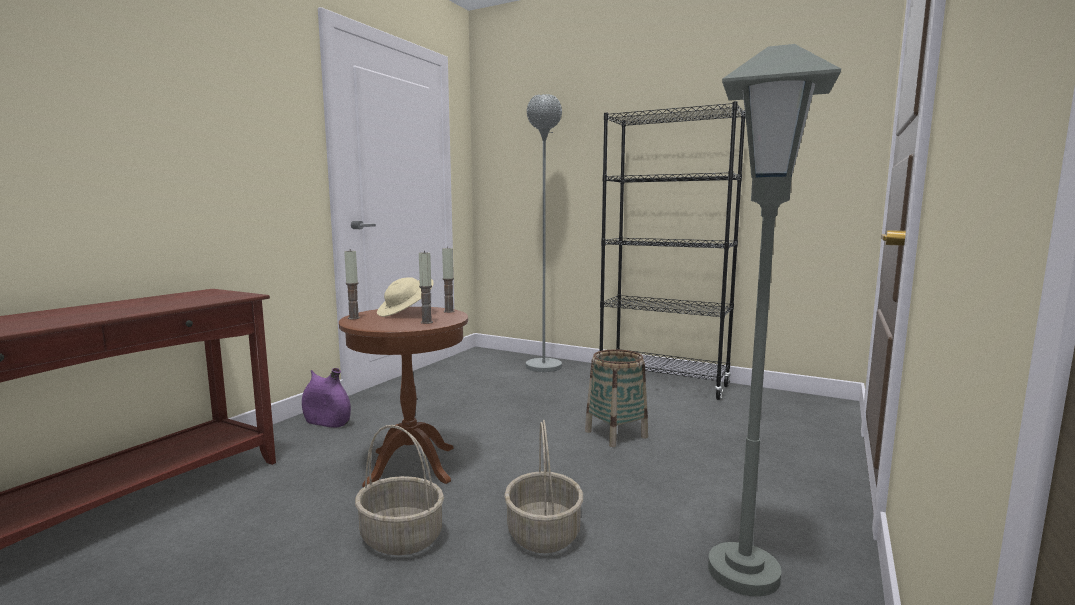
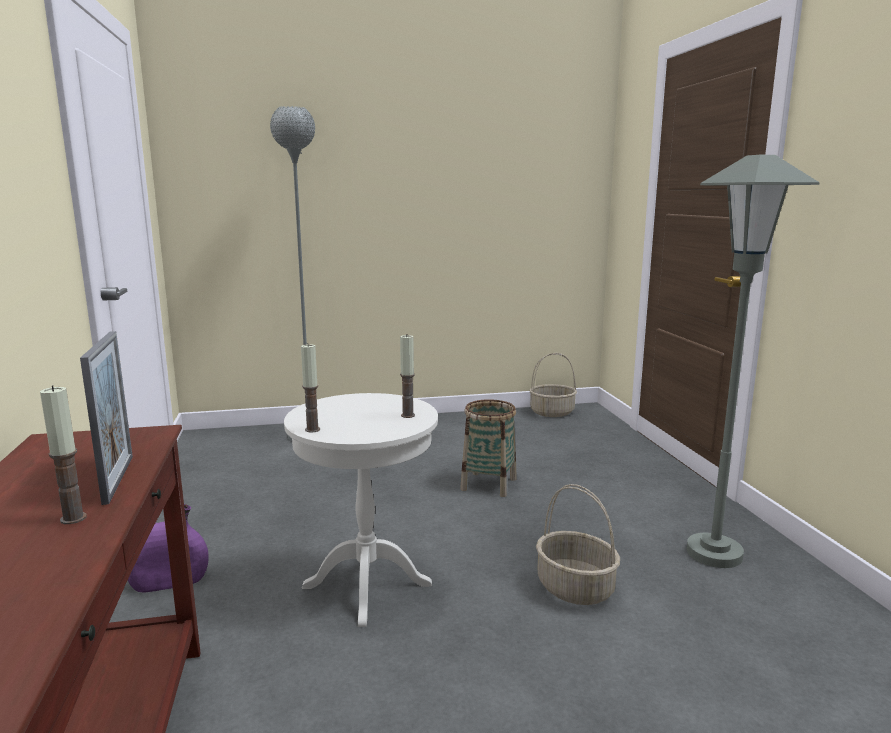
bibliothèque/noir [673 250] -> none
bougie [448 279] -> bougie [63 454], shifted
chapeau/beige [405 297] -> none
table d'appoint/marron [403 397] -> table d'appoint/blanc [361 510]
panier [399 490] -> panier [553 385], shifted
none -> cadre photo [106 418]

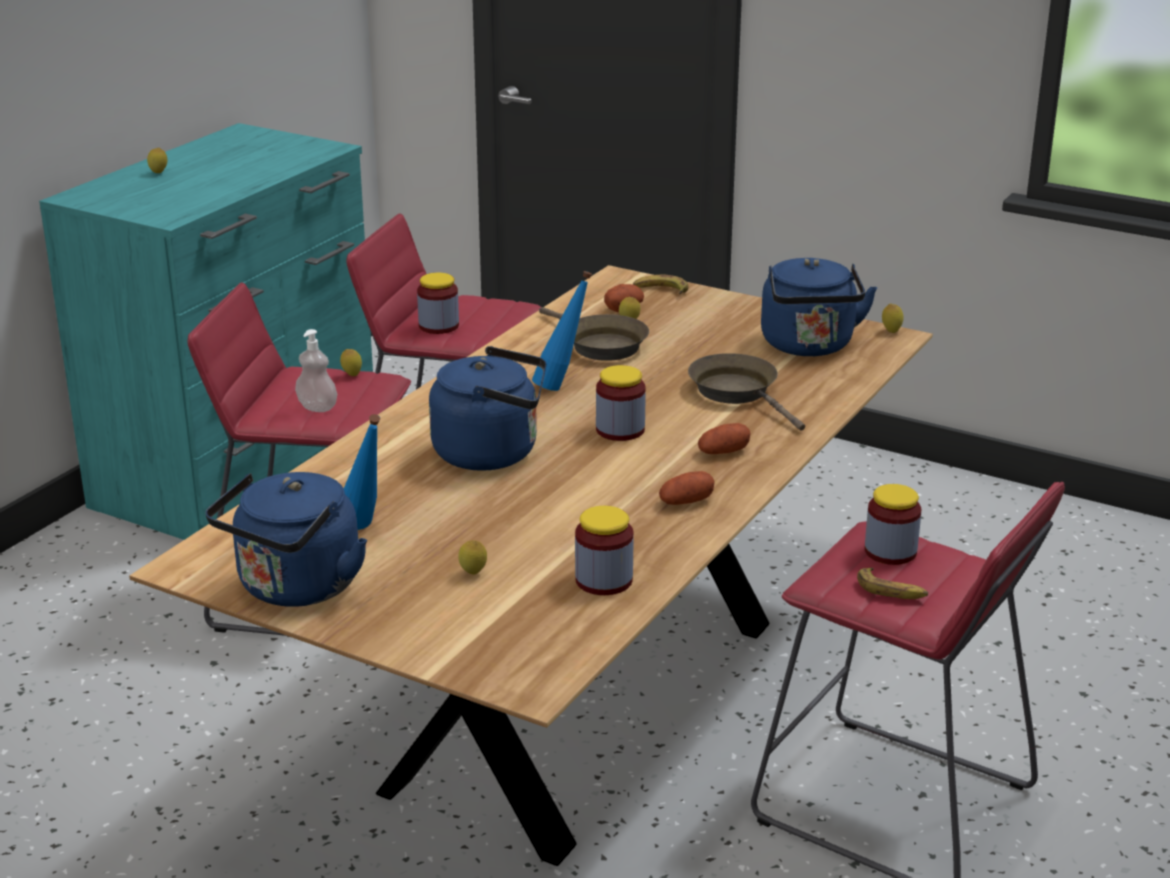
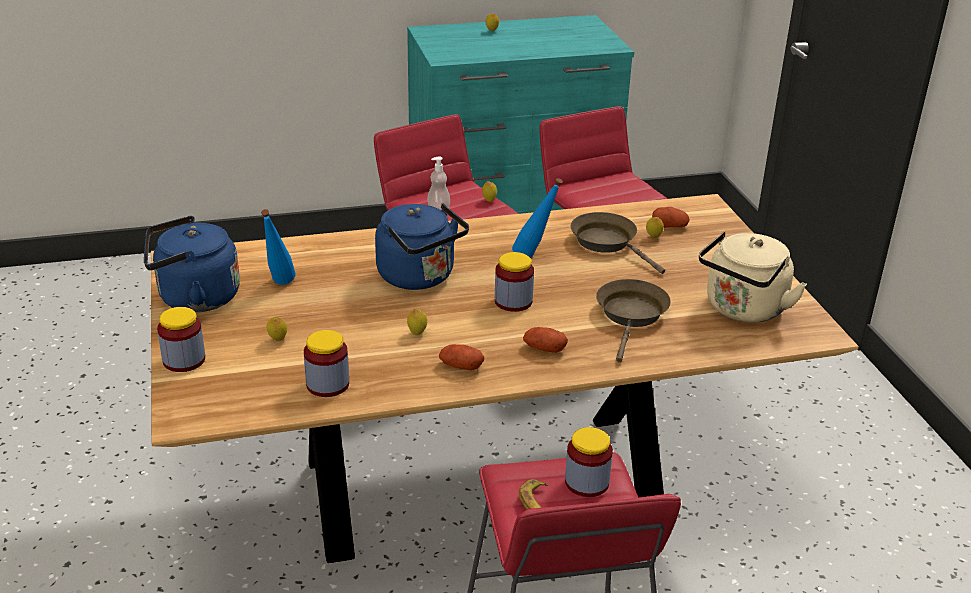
bouilloire/bleu [819 307] -> bouilloire/beige [753 277]
bocal [438 303] -> bocal [181 339], shifted
banane [661 284] -> none
citron [892 318] -> citron [417 321], shifted
poêle/marron [594 334] -> poêle/marron [618 243], 135 degrees clockwise

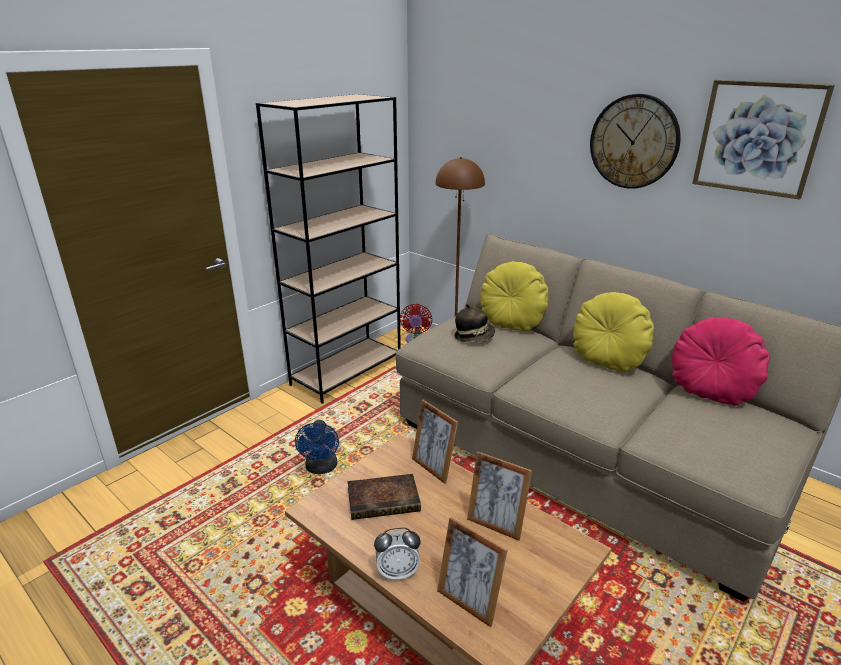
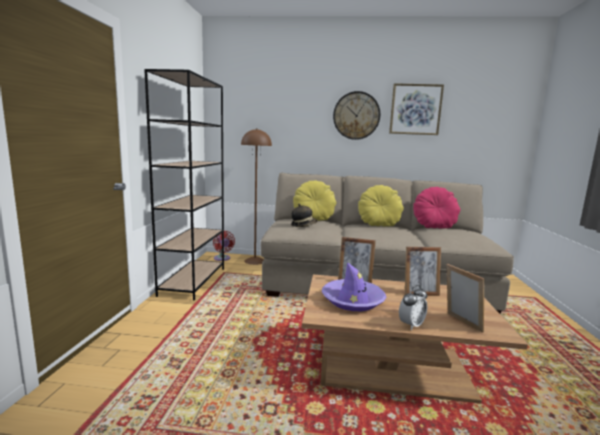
ventilateur/bleu [317 447] -> none
livre [384 497] -> chapeau/violet [354 286]
cadre photo [472 572] -> cadre photo [465 298], 120 degrees counterclockwise

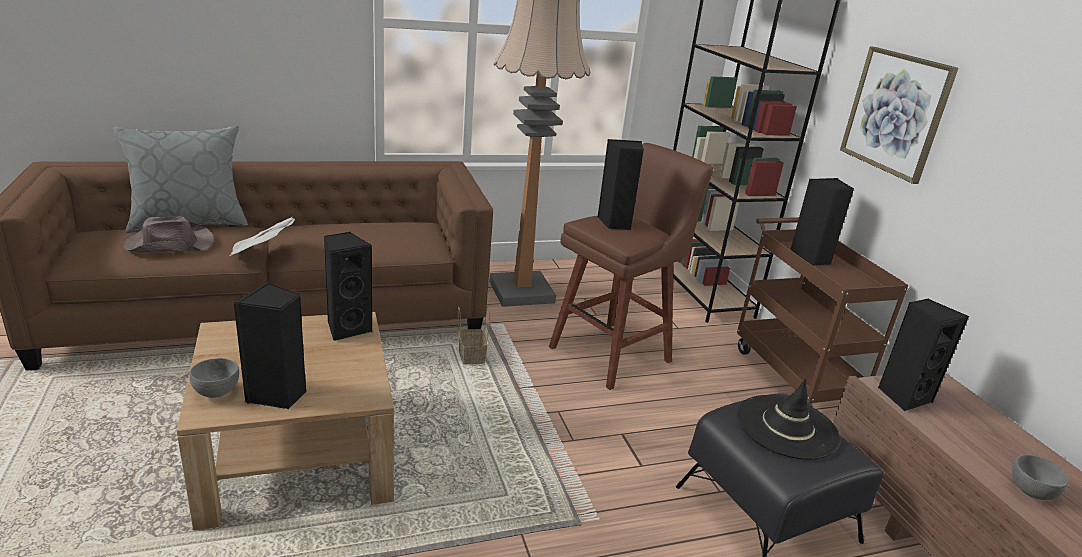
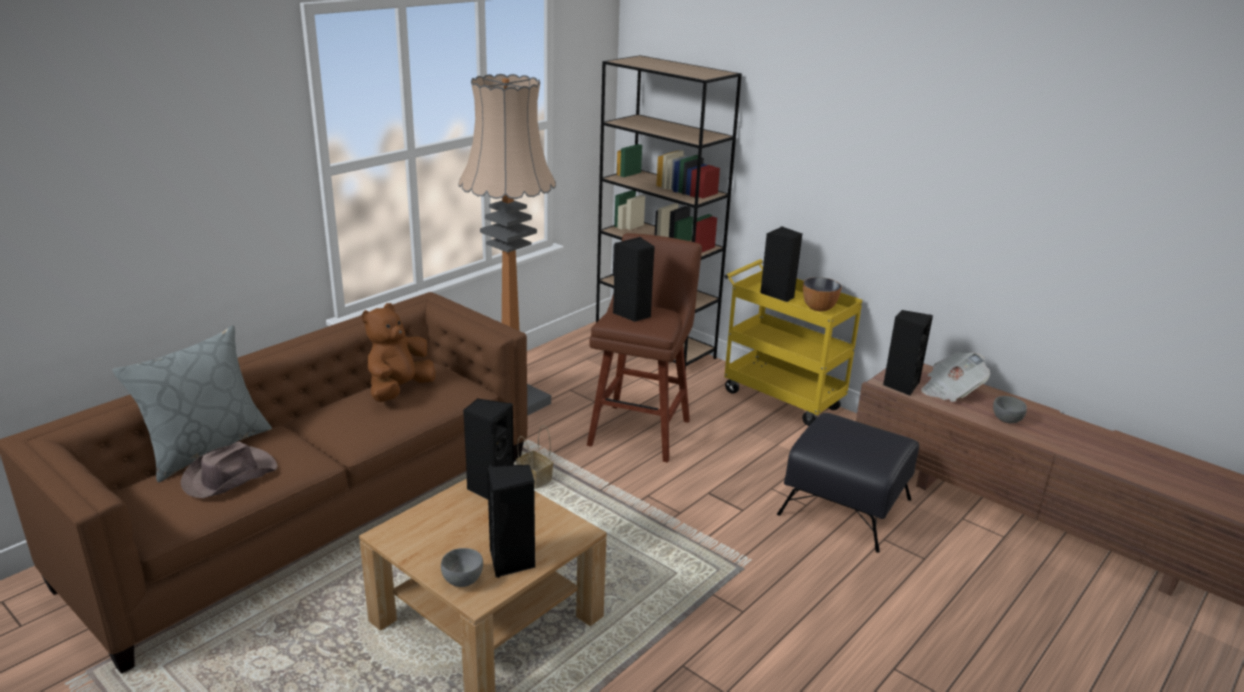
tableau [899 115] -> none
journal [262 236] -> journal [955 377], shifted
chariot/marron [822 312] -> chariot/jaune [793 342]
chapeau/noir [788 419] -> none
none -> bol [822 294]
none -> peluche/marron [399 352]

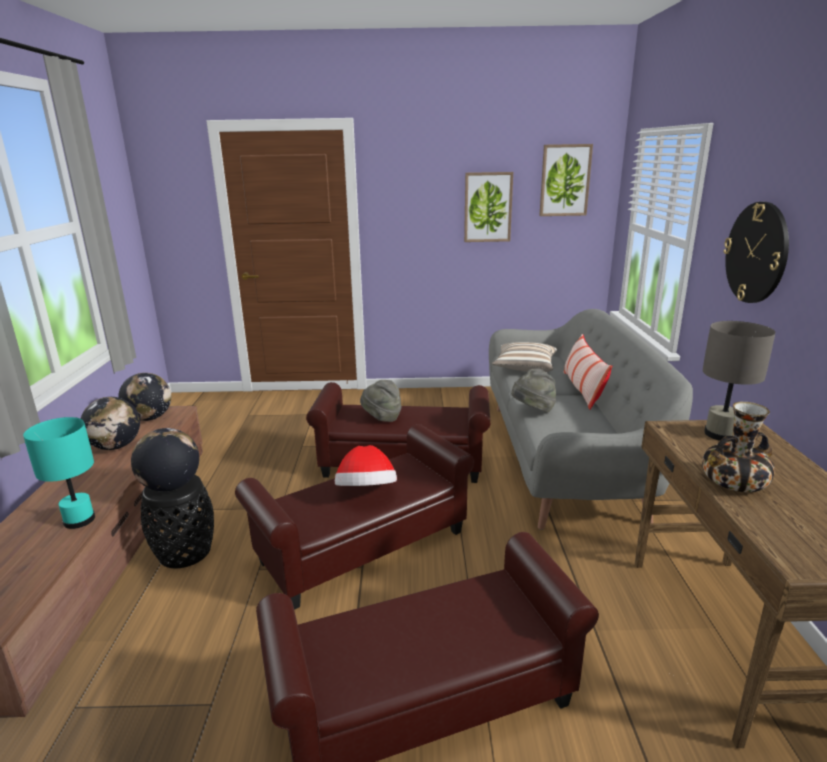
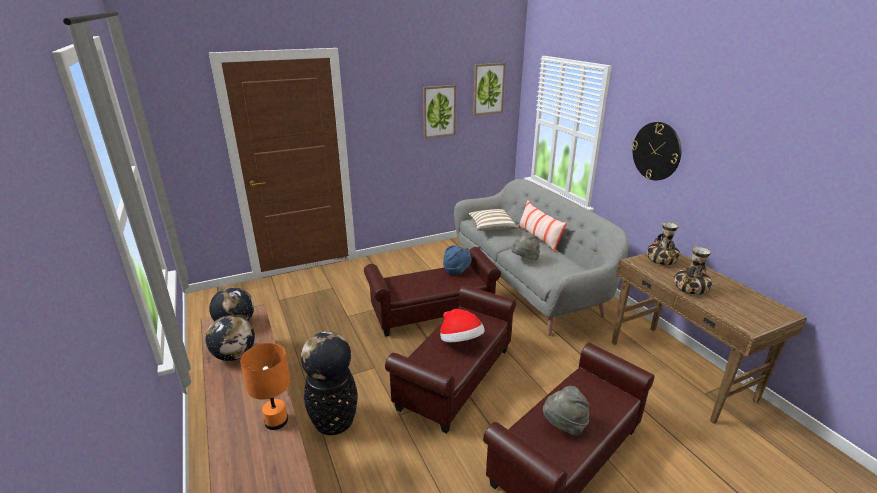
lampe de table/gris [739 381] -> vase [663 243]
chapeau/gris [381 401] -> chapeau/gris [566 411], shifted
lampe de table/turquoise [59 473] -> lampe de table/orange [265 386]
none -> chapeau/bleu [457 260]

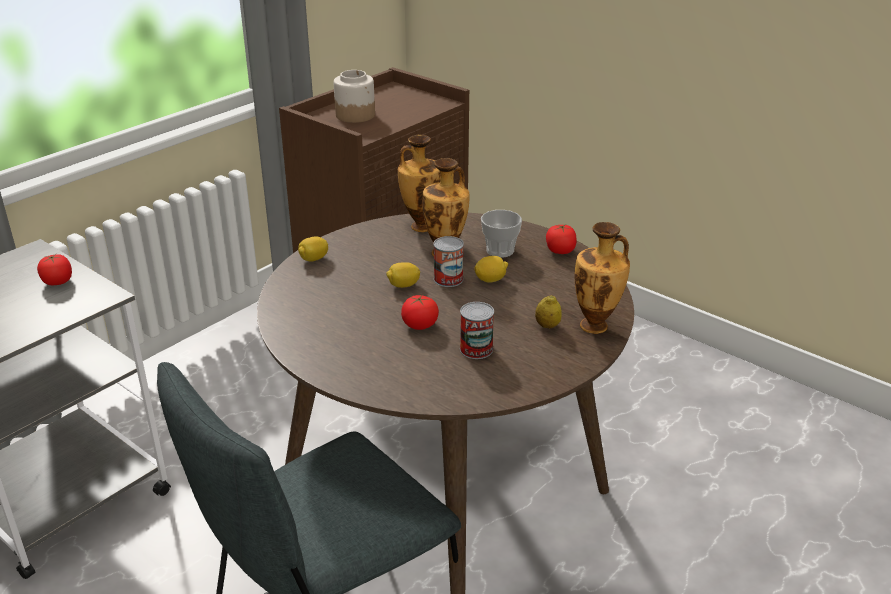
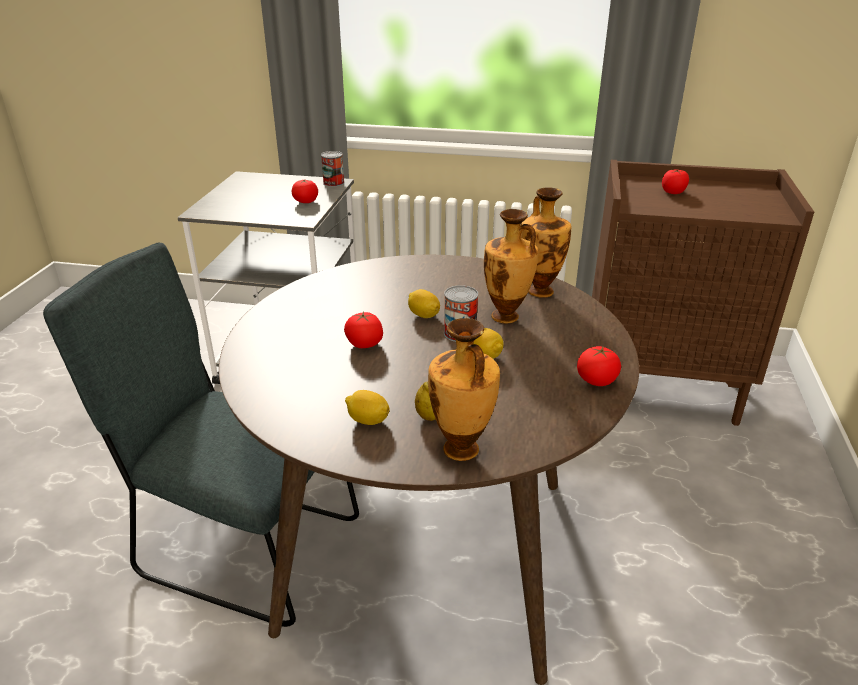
bocal [354 96] -> tomate [675 182]
tasse [501 234] -> none
citron [313 249] -> citron [367 407], shifted
boîte métallique [477 330] -> boîte métallique [332 169], shifted

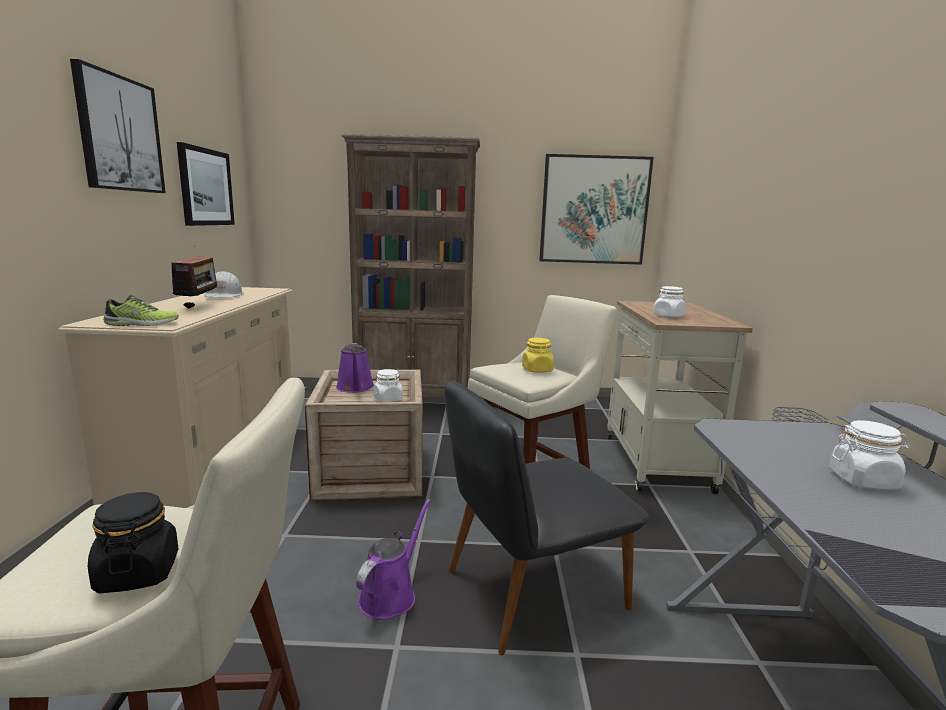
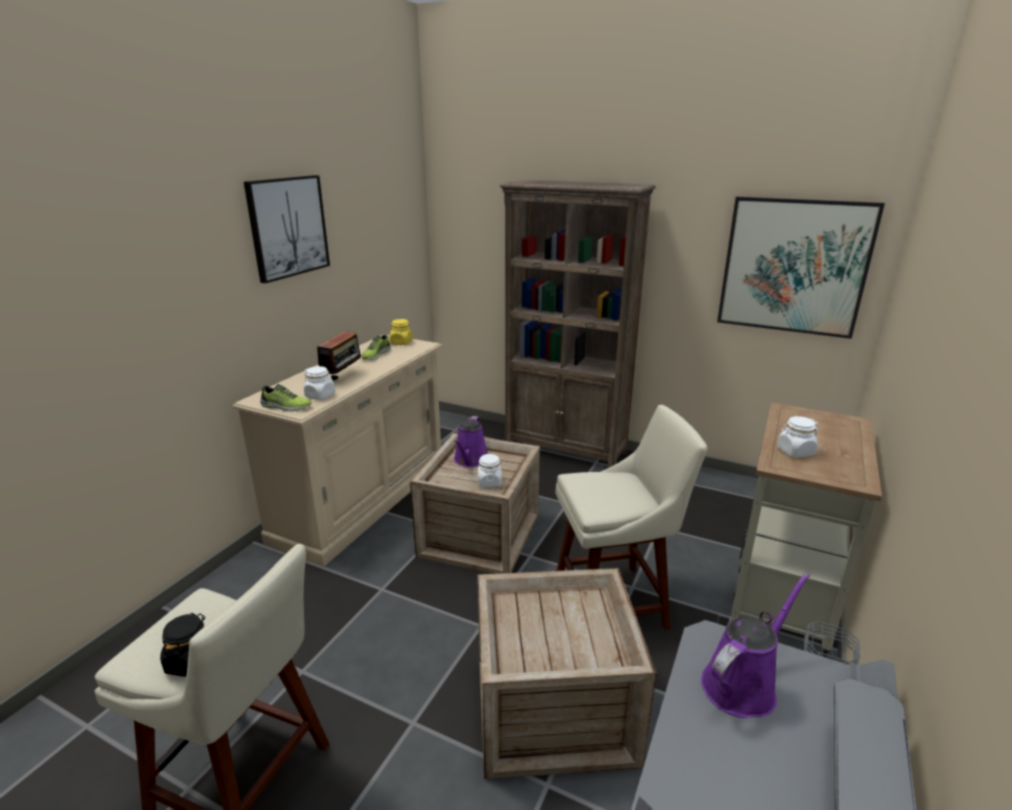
tableau [206 184] -> none
casque de chantier/blanc [224 284] -> chaussure [376 347]
bocal/jaune [538 355] -> bocal/jaune [401 332], shifted
chaise/noir [547 517] -> caisse [567 673]
bocal/blanc [869 455] -> bocal/blanc [319 383], shifted
arrosoir/violet [393 559] -> arrosoir/violet [755 645], shifted

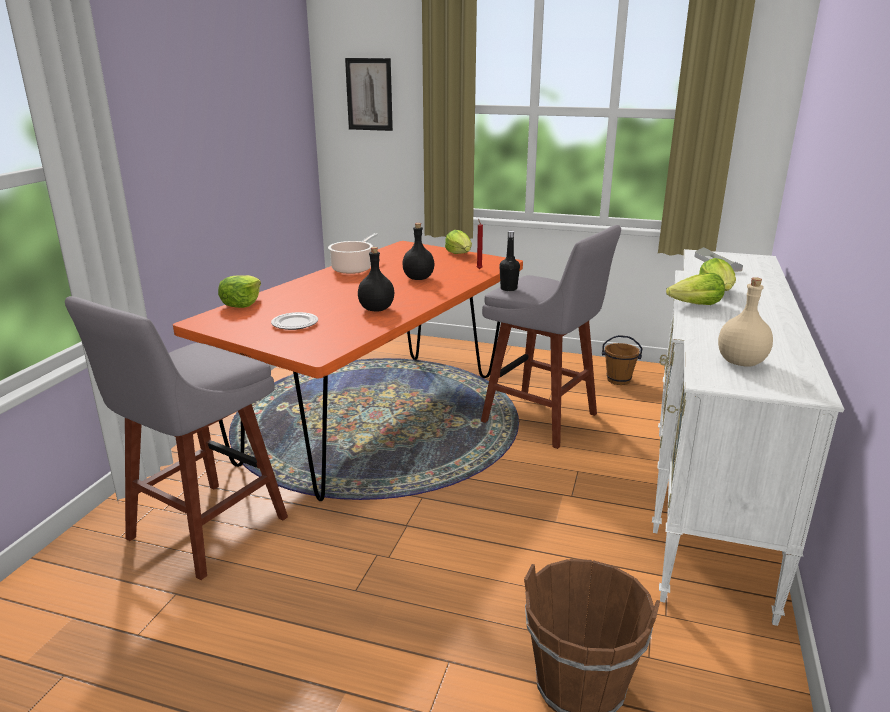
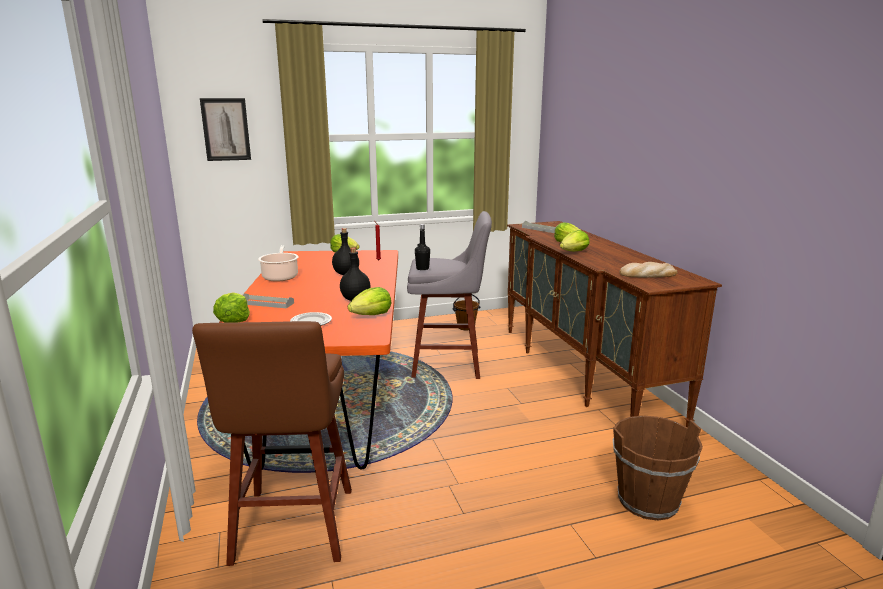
meuble de rangement/blanc [748 437] -> meuble de rangement/marron [614 324]
bouteille/beige [745 322] -> pain [648 270]
tabouret/gris [176 438] -> tabouret/marron [272 443]
none -> laitue [369 301]
none -> plateau/gris [268 301]

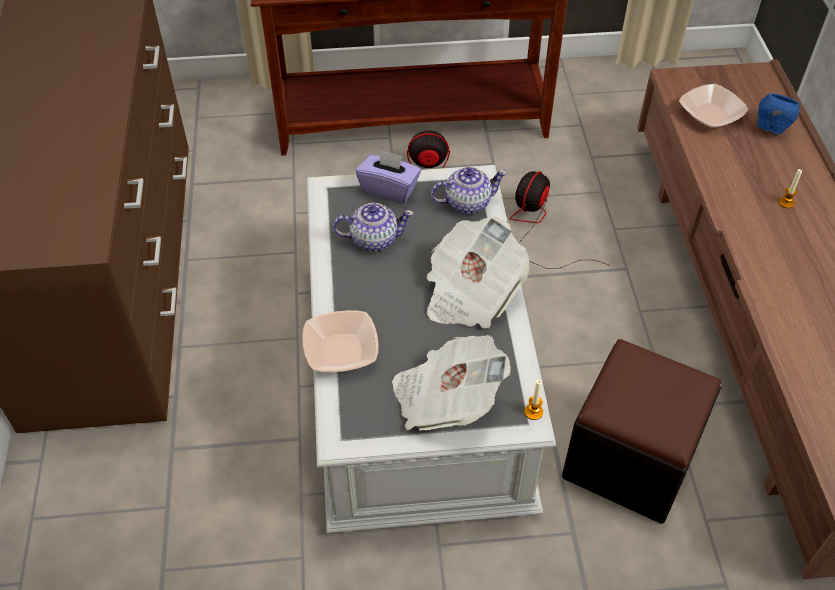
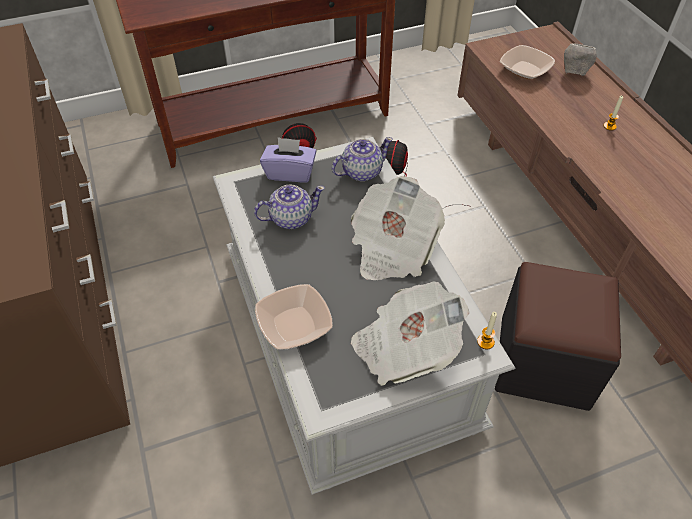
bol/bleu [778 113] -> bol/gris [580 59]

